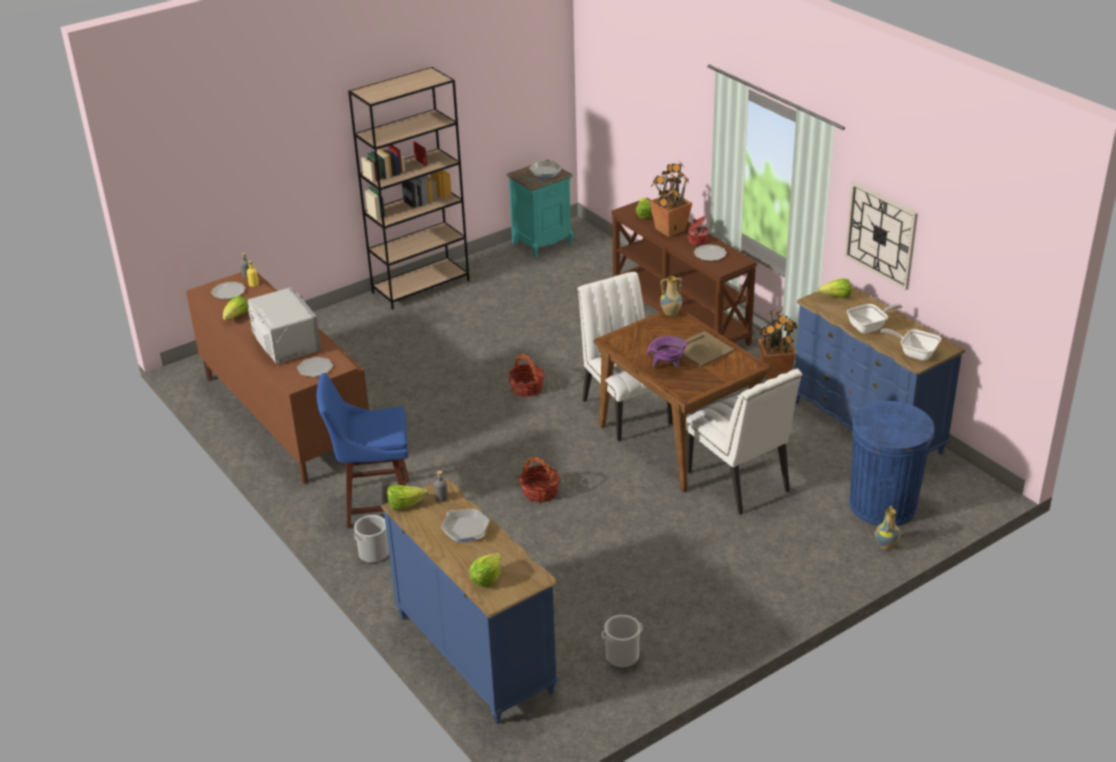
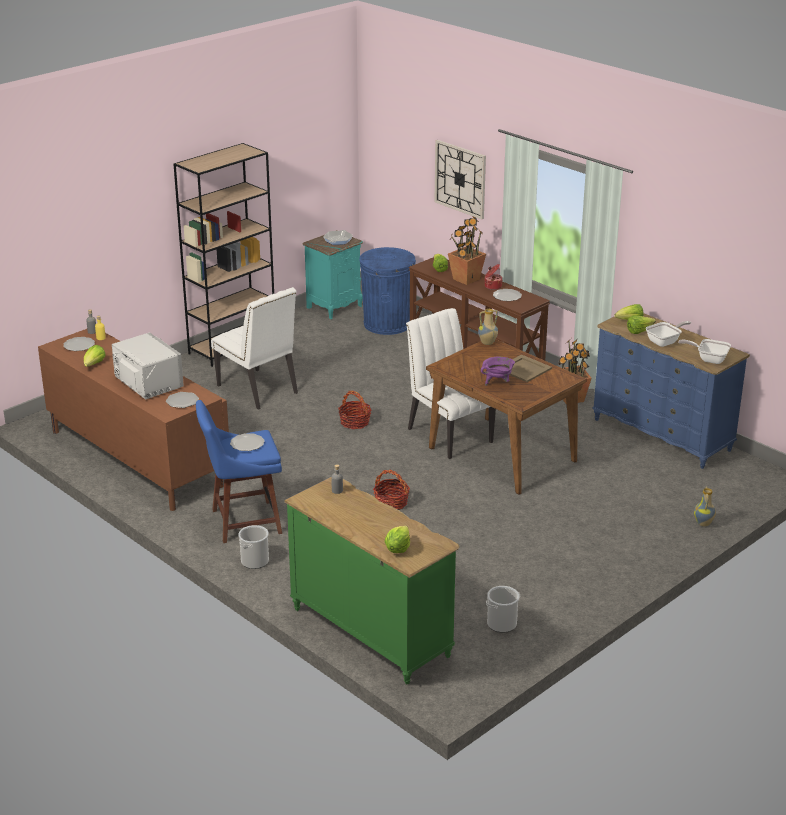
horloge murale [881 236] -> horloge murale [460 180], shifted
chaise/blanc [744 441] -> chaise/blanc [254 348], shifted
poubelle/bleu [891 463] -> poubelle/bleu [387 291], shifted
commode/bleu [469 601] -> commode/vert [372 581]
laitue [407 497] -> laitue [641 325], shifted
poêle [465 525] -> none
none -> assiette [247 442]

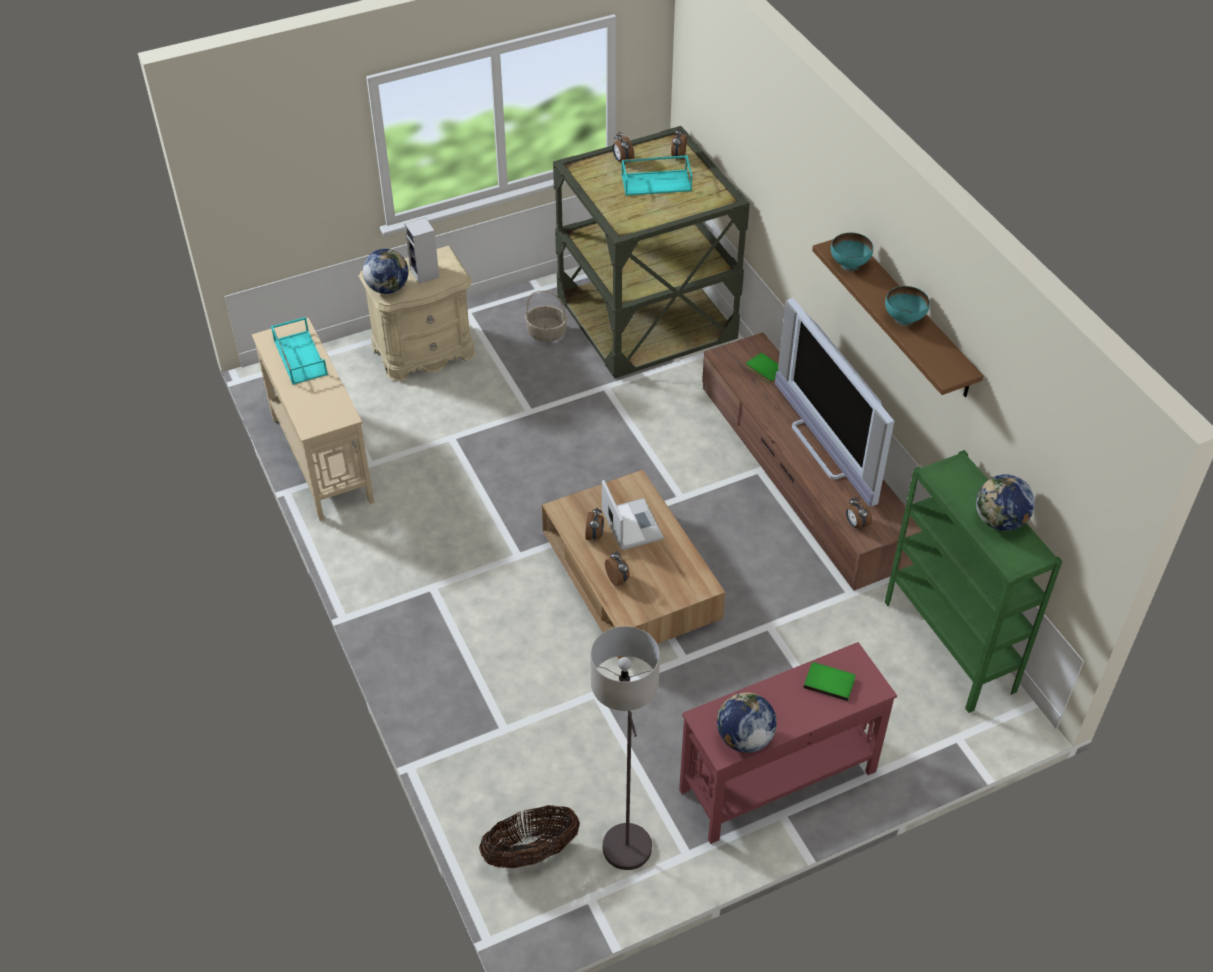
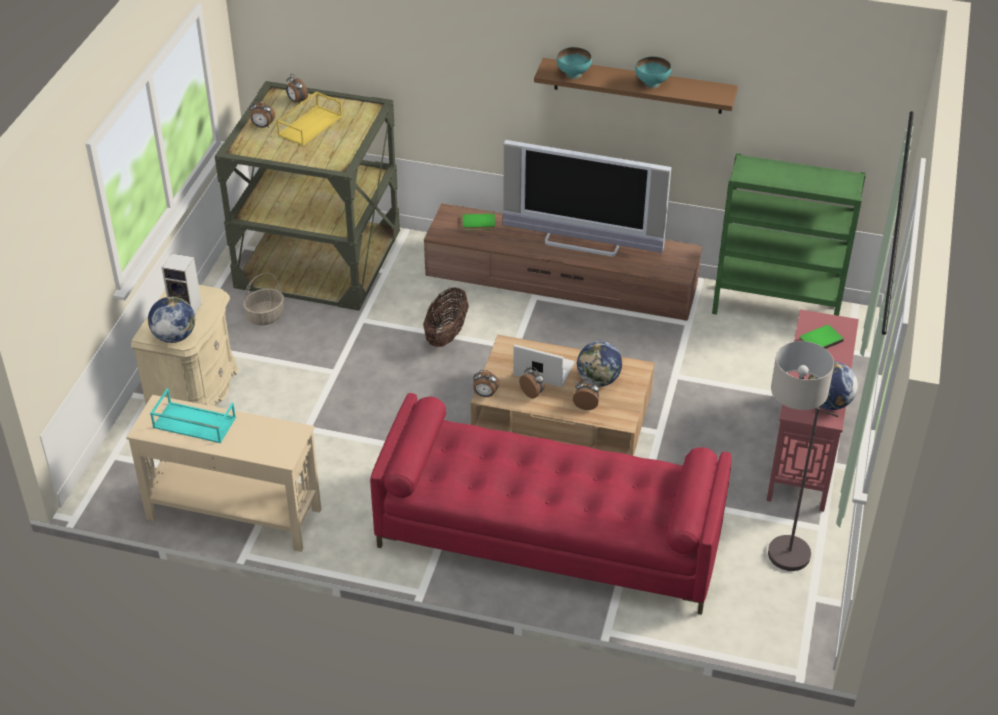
plateau/turquoise [656 175] -> plateau/jaune [309 118]
globe [1005 503] -> globe [599 364], shifted
réveil [859 513] -> réveil [486 383], shifted
panier [529 836] -> panier [446 317], shifted
none -> canapé/rouge [551 504]

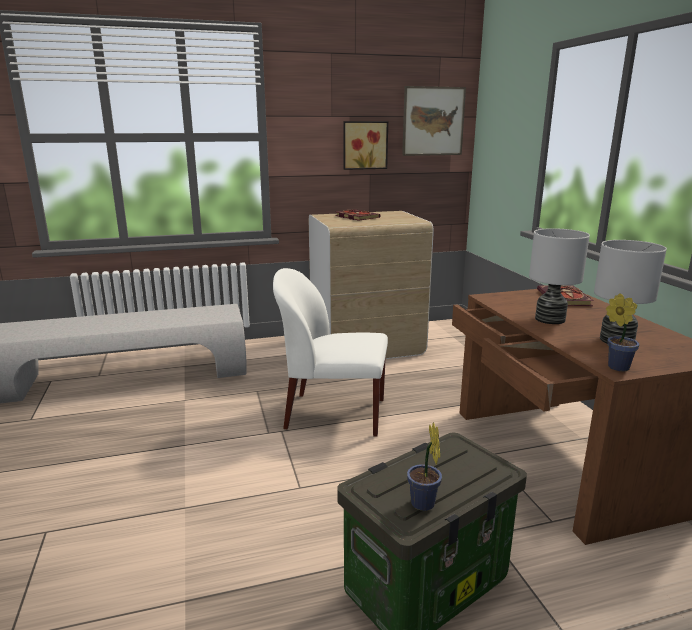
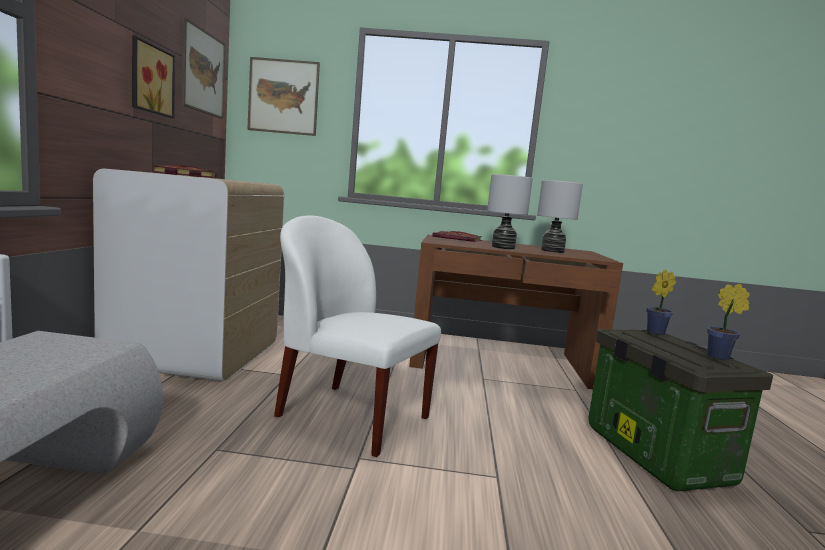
chaise/blanc [330 352] -> chaise/blanc [357 336], 90 degrees clockwise
plante en pot [622 332] -> plante en pot [661 302], shifted
none -> tableau [283 96]

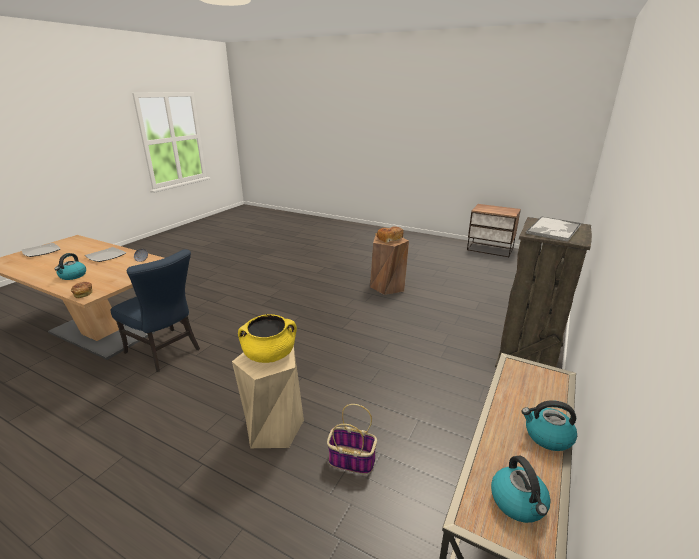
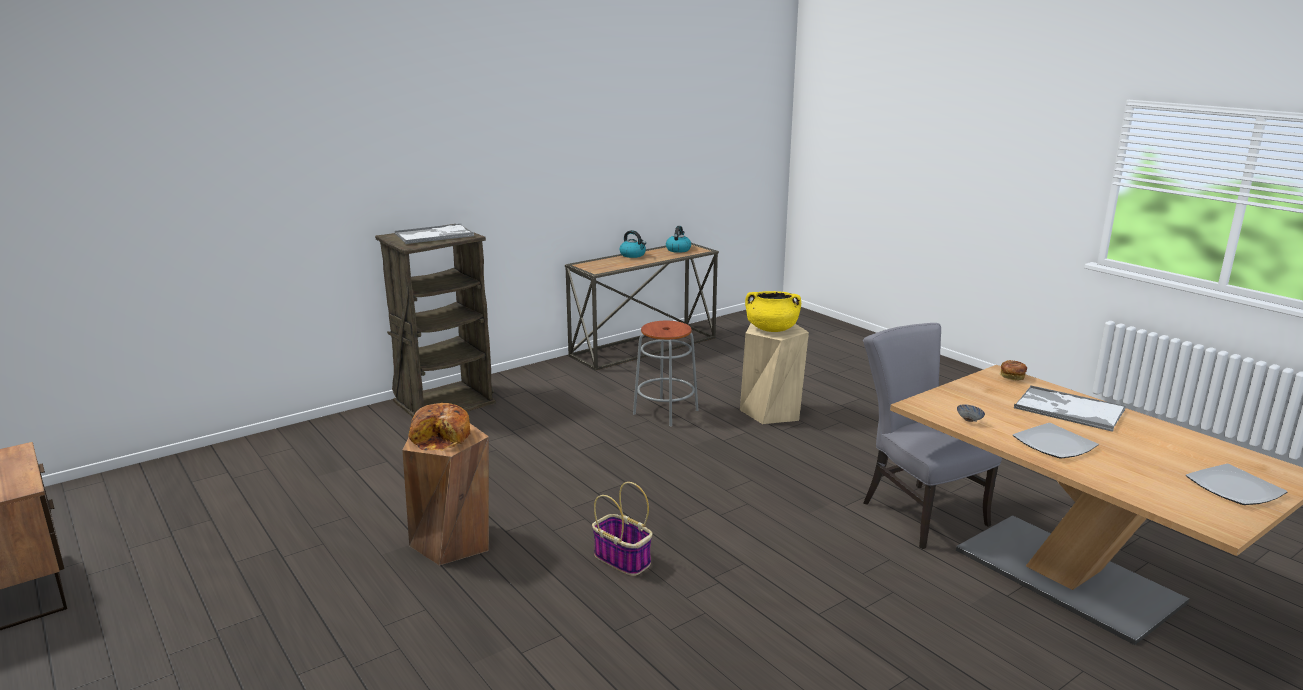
chaise/bleu [155 310] -> chaise/gris [932 436]
bouilloire [70 266] -> plateau [1070 408]
panier [352 439] -> panier [622 529], shifted
none -> tabouret/gris [665 374]

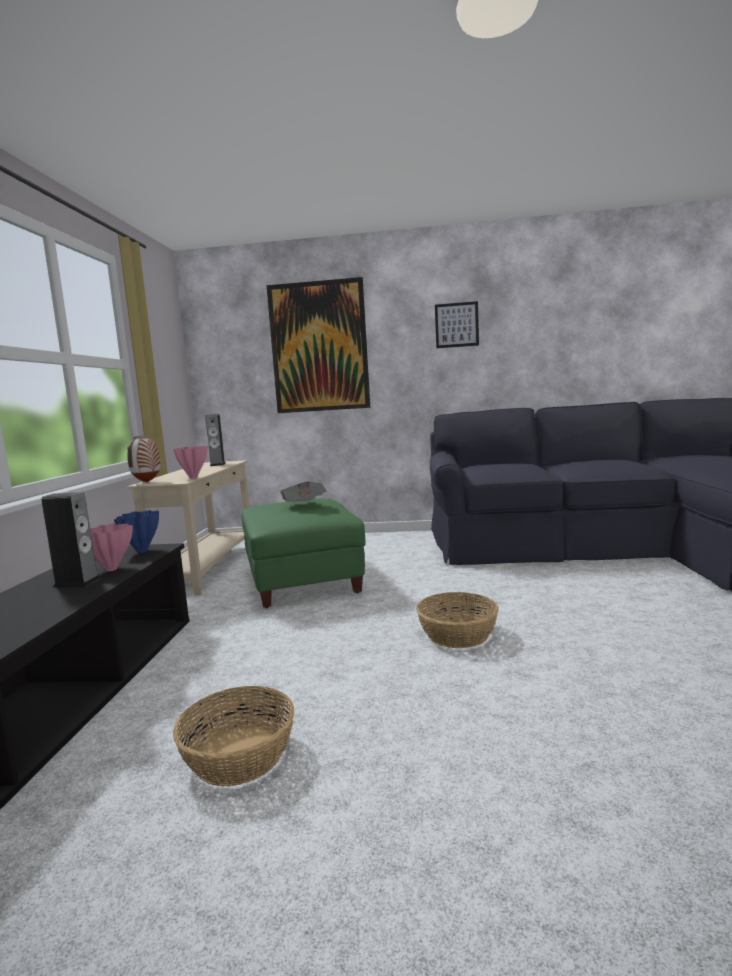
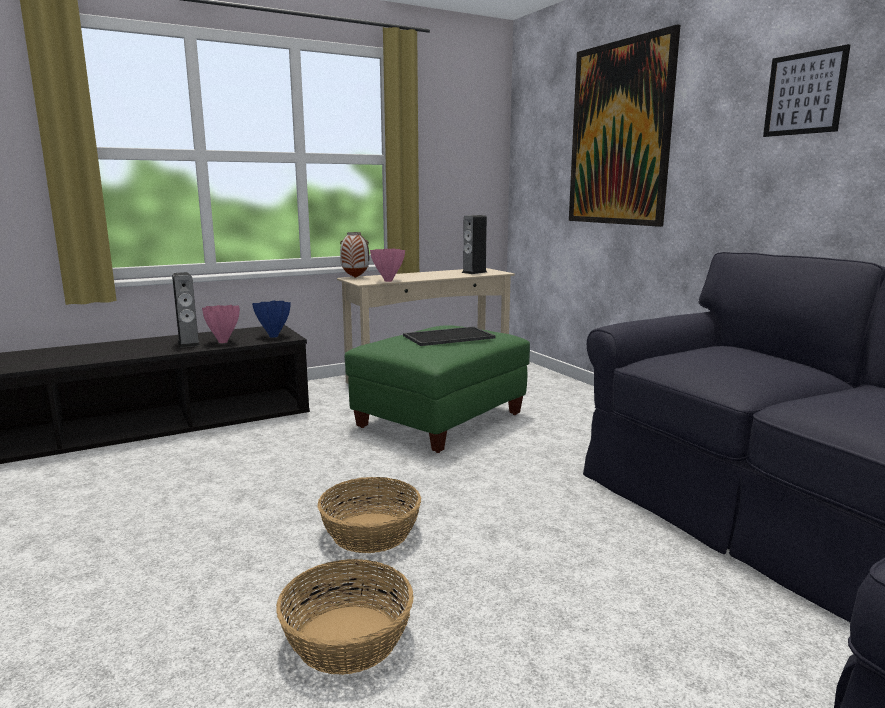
journal [303 492] -> plateau [449 336]
panier [233 736] -> panier [345 617], shifted

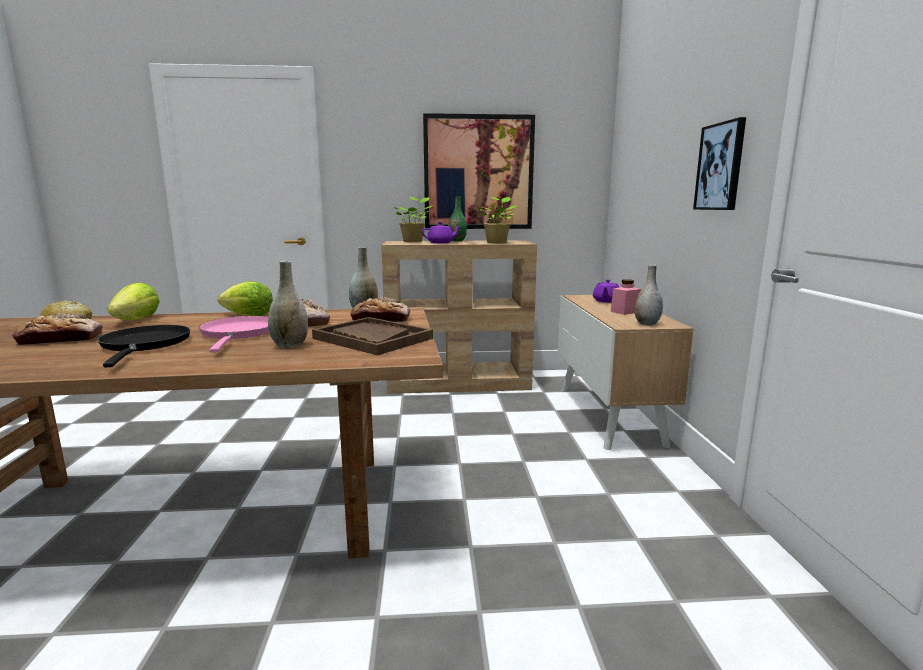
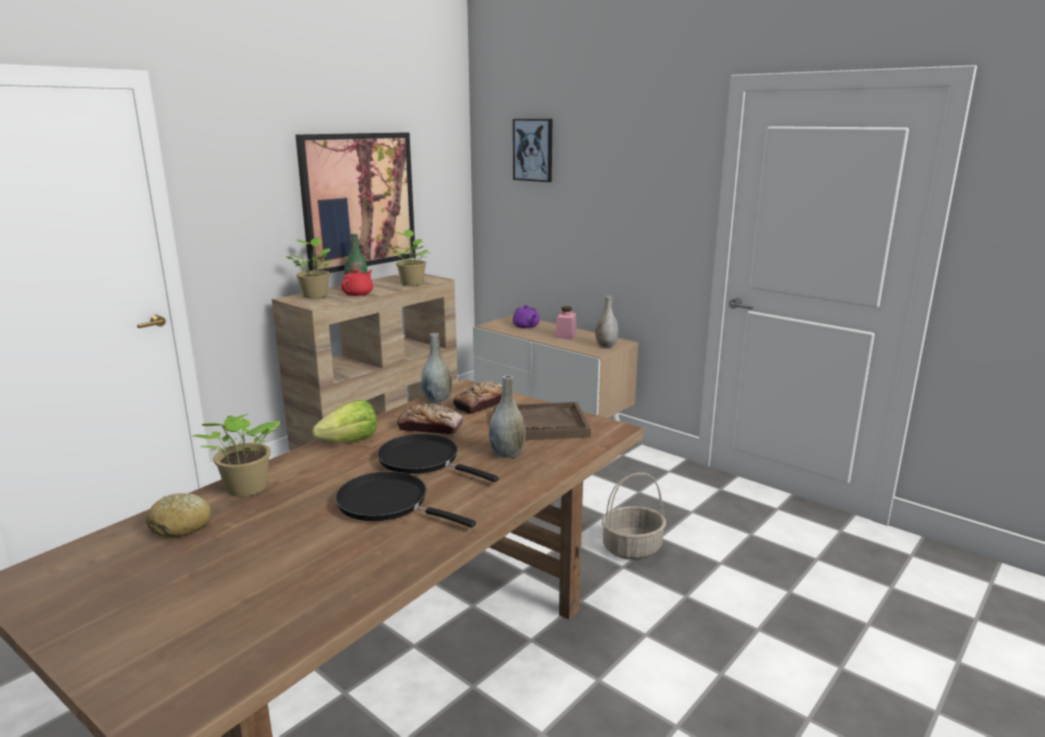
tableau [719 163] -> tableau [532 150], shifted
théière/violet [441 232] -> théière/rouge [357 282]
laitue [134 301] -> plante en pot [236 455]
pain [57 329] -> none
poêle/rose [234 334] -> poêle/noir [438 458]
none -> panier [634 516]

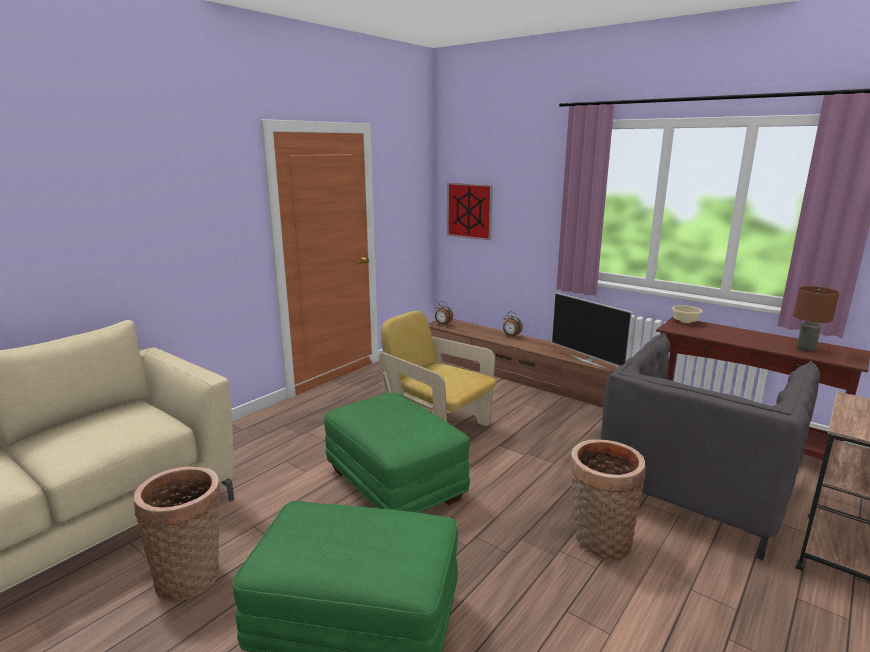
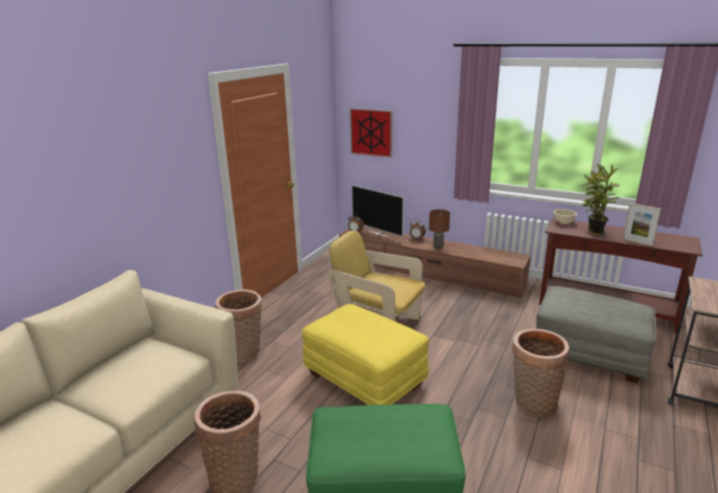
lampe de table/marron [816 318] -> lampe de table/marron [439 229], shifted
téléviseur [592 330] -> téléviseur [378 211], shifted
fauteuil/gris [710 446] -> pouf/gris [596 334]
pouf/vert [397 453] -> pouf/jaune [365 354]
none -> plante en pot [600 200]
none -> cadre photo [642 224]
none -> panier [238 326]

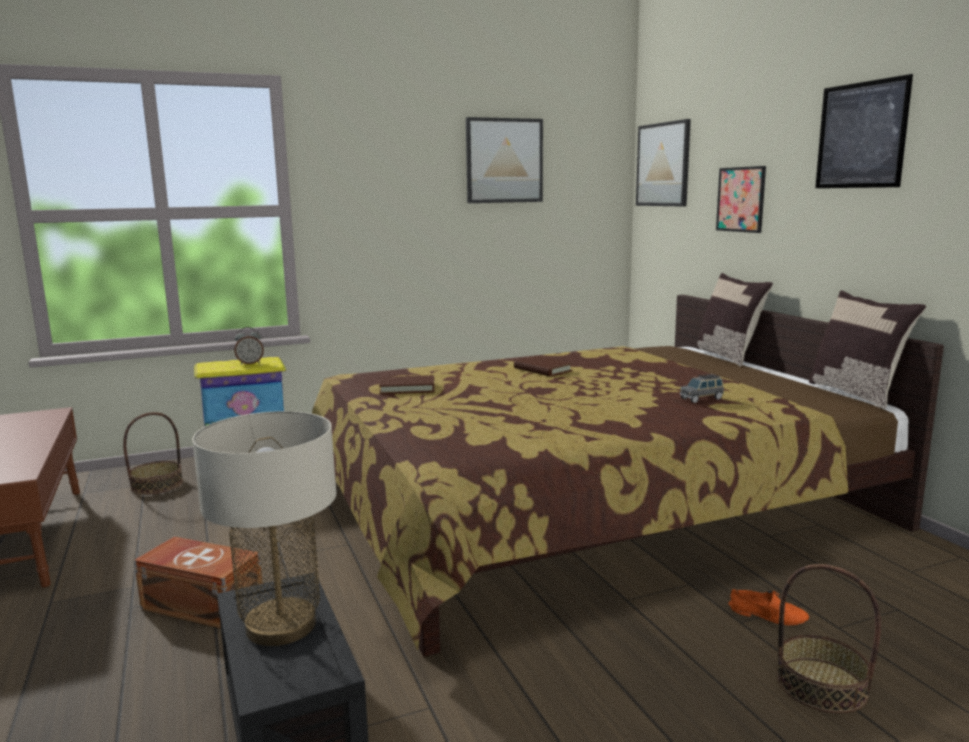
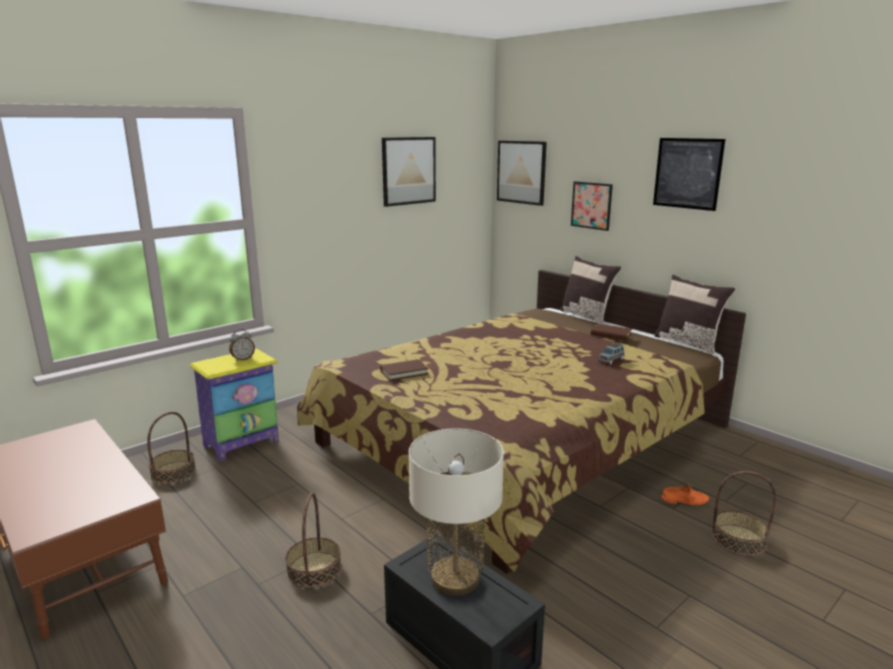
livre/marron [543 366] -> livre/marron [611 332], shifted
boîte de rangement/marron [198 582] -> panier [313 540]

